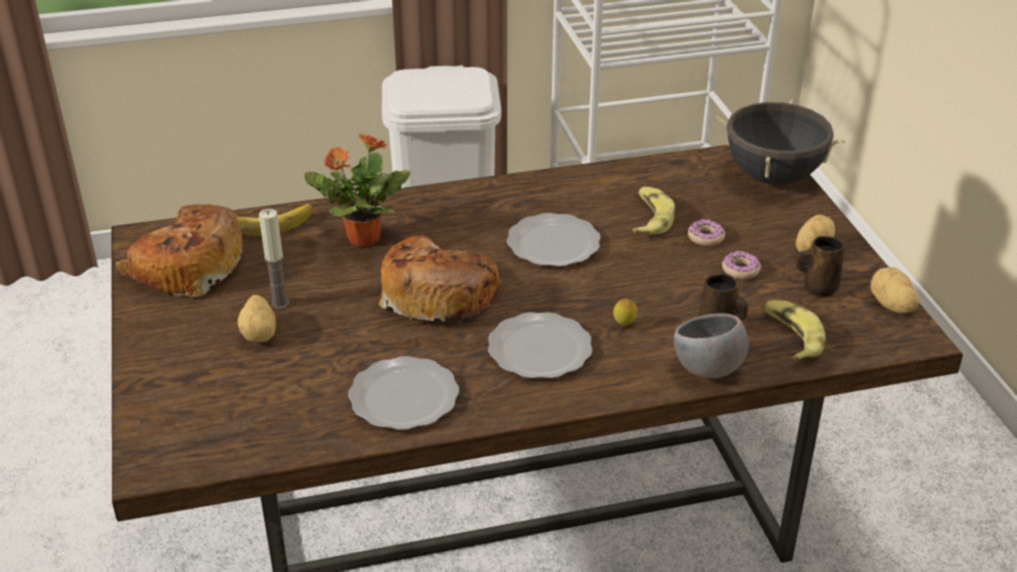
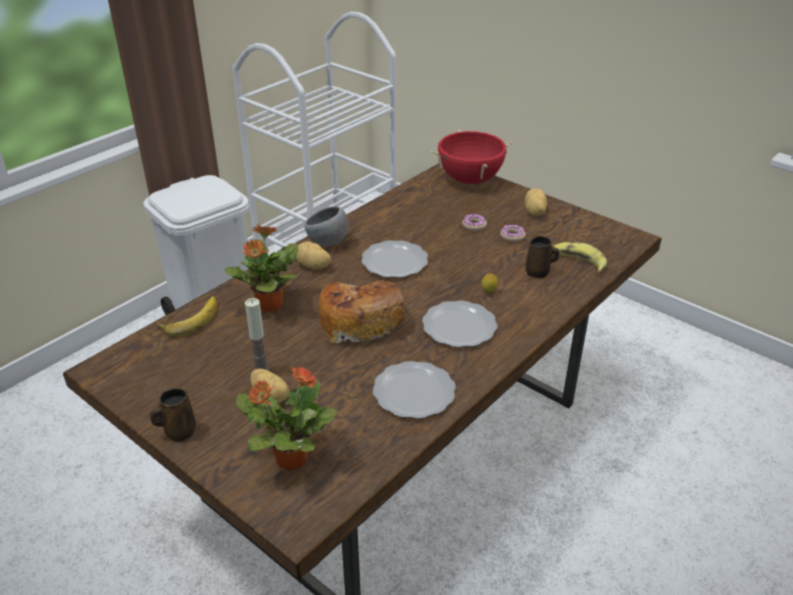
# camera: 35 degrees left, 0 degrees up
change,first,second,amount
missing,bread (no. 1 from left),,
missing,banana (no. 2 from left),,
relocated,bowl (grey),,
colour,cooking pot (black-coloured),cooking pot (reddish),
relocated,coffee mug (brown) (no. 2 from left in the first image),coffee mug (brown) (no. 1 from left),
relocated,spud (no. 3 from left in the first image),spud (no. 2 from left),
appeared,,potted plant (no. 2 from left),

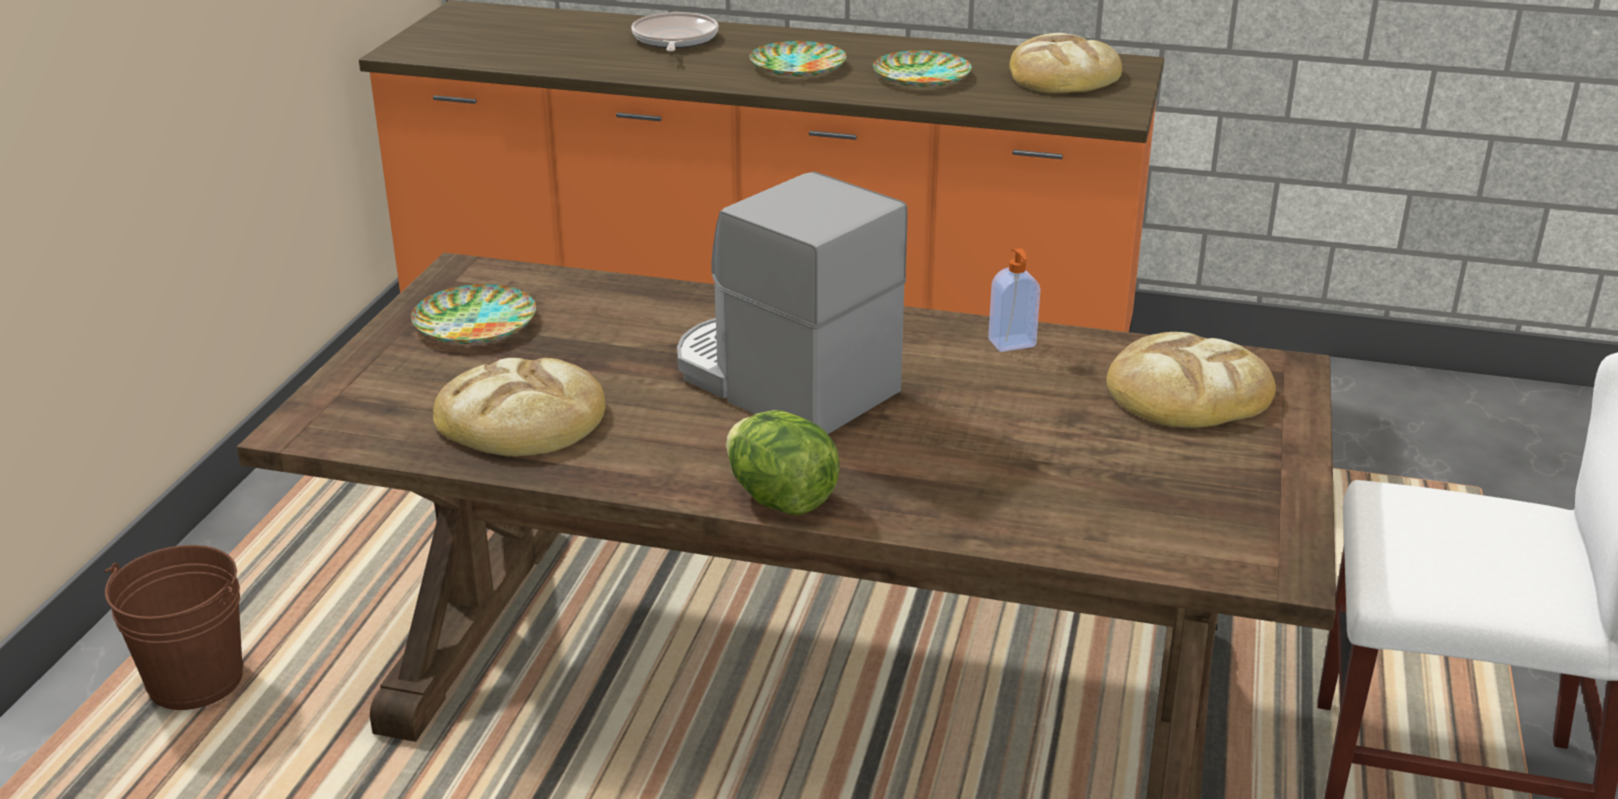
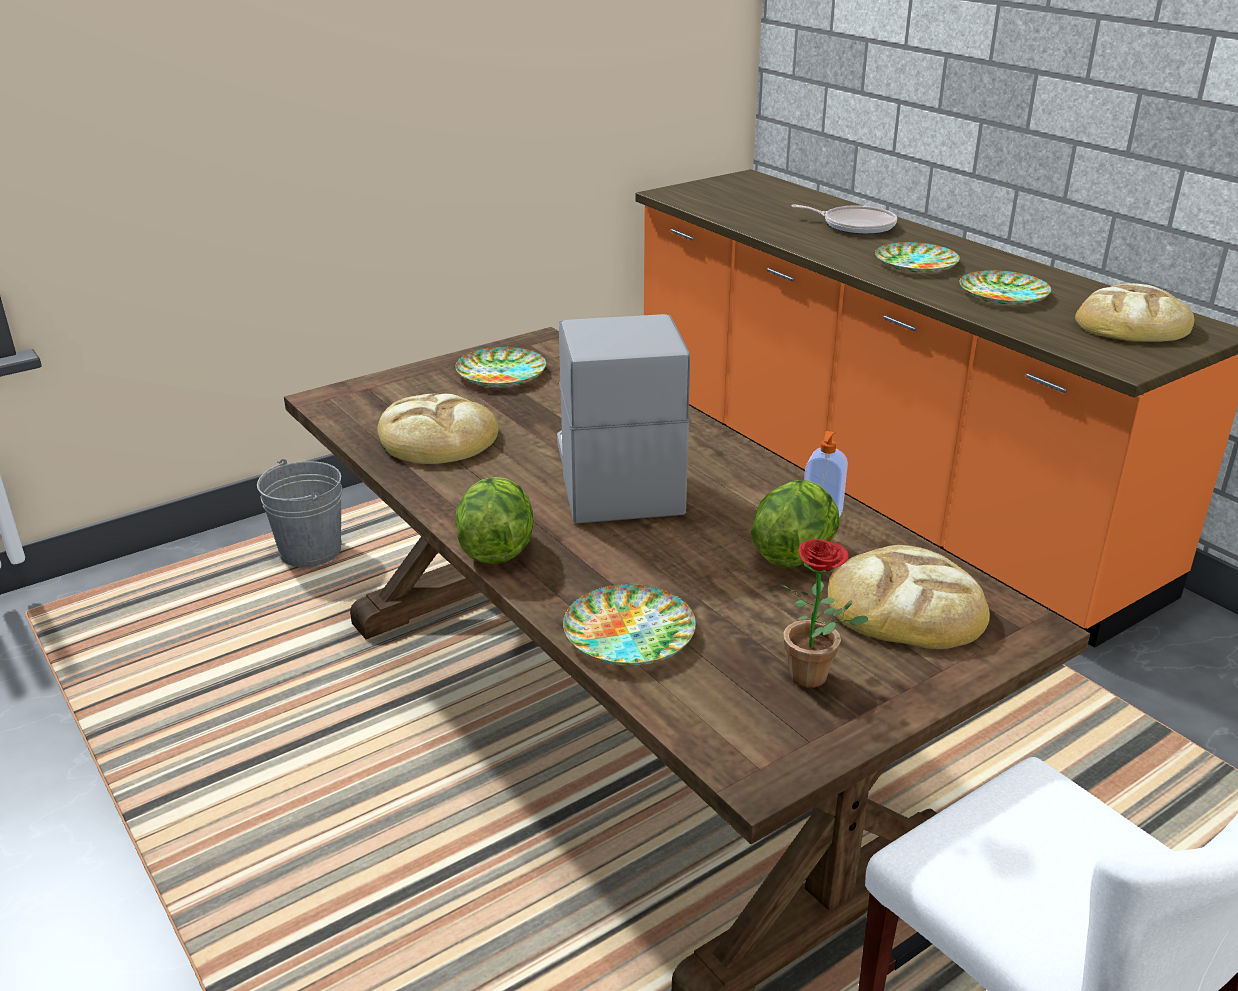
# camera: 40 degrees right, 0 degrees up
change,first,second,amount
colour,bucket (brown),bucket (grey),
spun,skillet,,75 degrees clockwise
appeared,,flat dish (no. 2 from left),
appeared,,head of lettuce (no. 2 from left),
appeared,,potted plant,

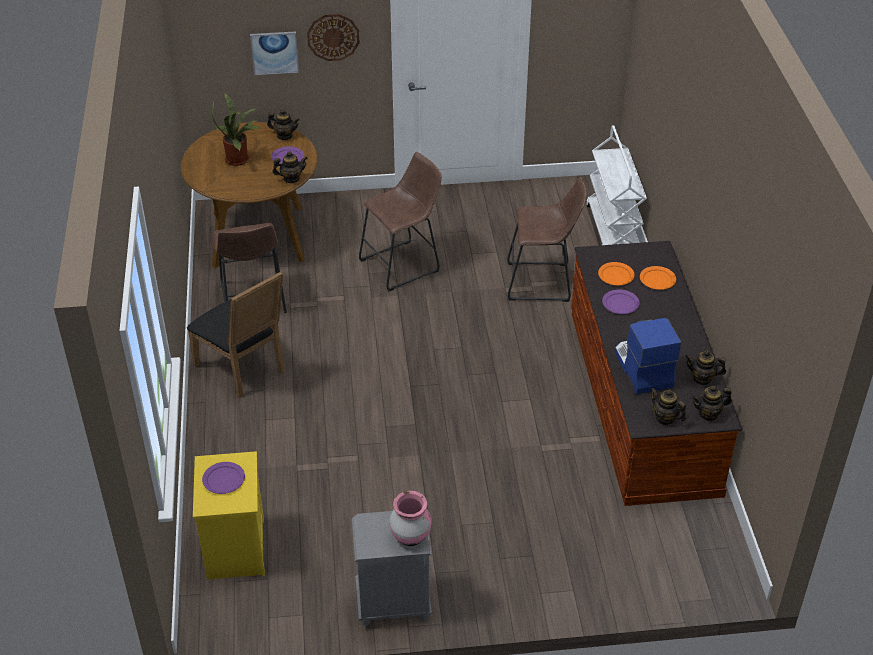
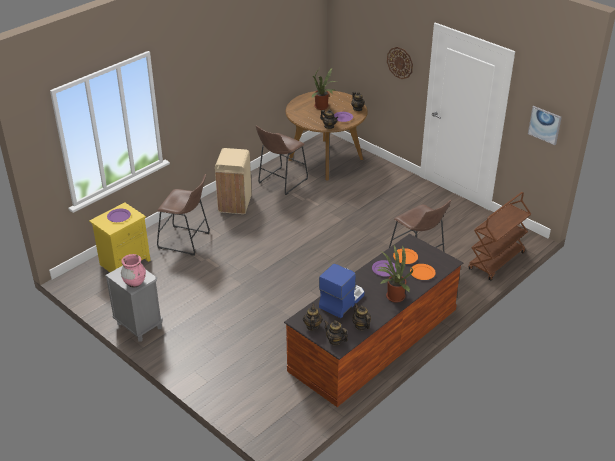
# camera: 50 degrees right, 5 degrees down
change,first,second,amount
exchanged,plain chair (black-coloured),trash can (beige-coloured),
relocated,wall picture,,
relocated,stool seat (brown) (no. 2 from left in the first image),stool seat (brown) (no. 1 from left),
colour,cart (white),cart (brown),
appeared,,potted plant (no. 2 from left),

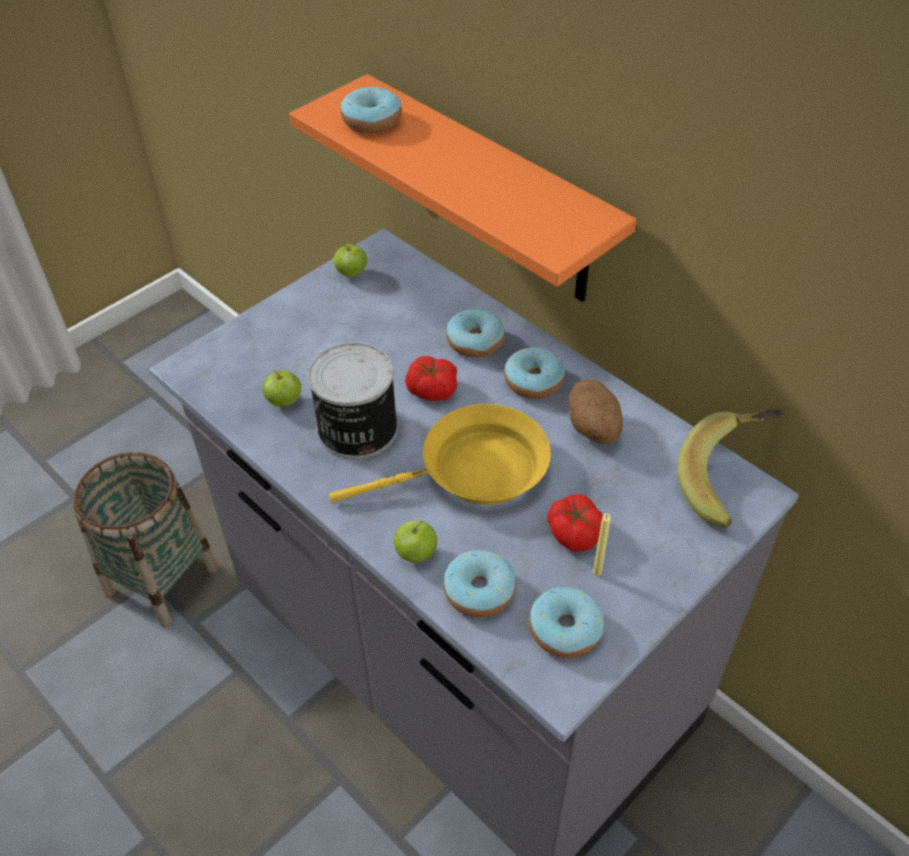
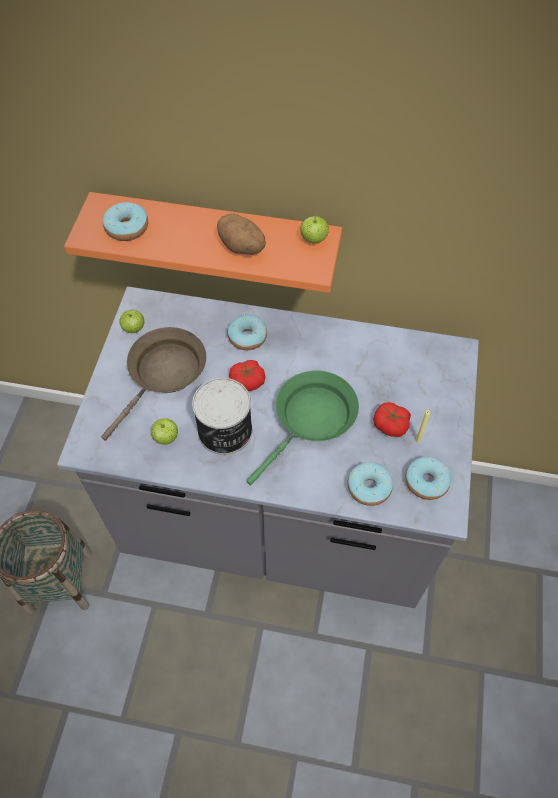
# camera: 35 degrees left, 10 degrees up
change,first,second,amount
colour,skillet (yellow-coloured),skillet (green),
relocated,apple (no. 3 from left),,
missing,donut (no. 4 from left),,
relocated,spud,,
missing,banana,,
appeared,,skillet (brown),

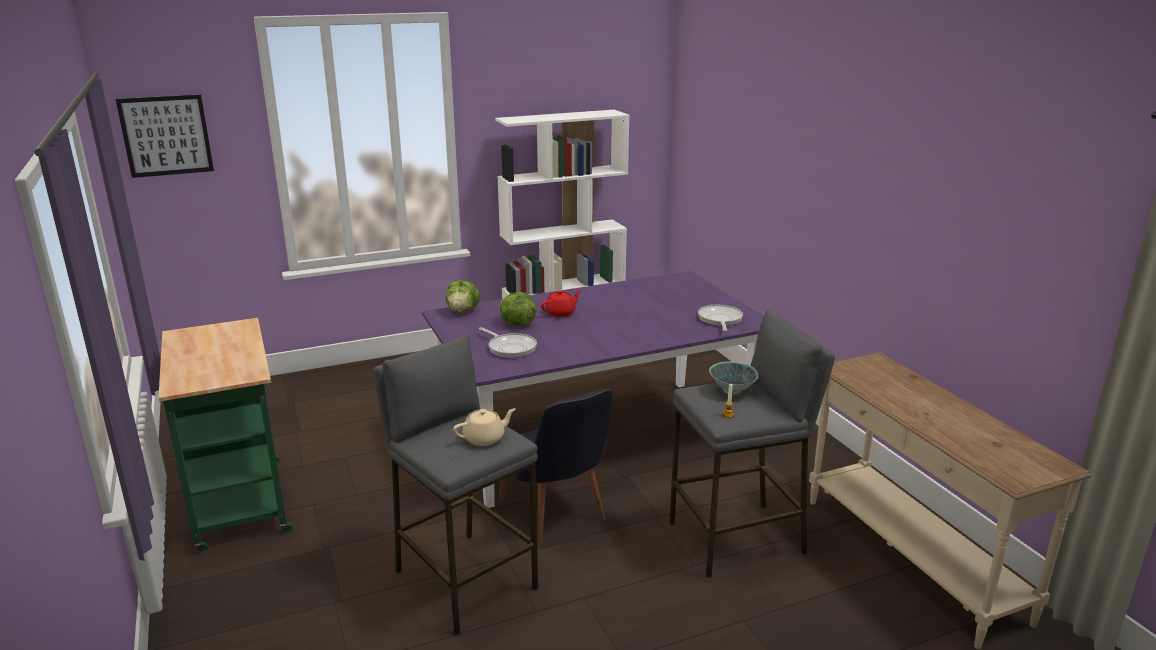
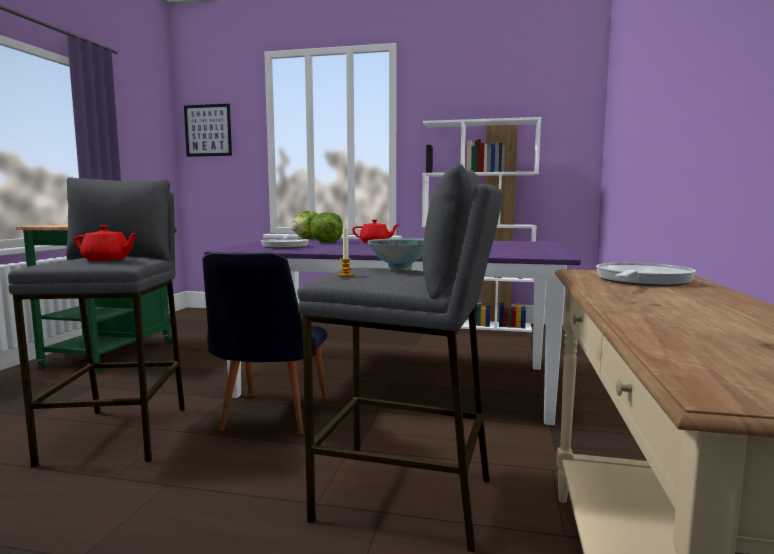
# camera: 35 degrees right, 15 degrees down
change,first,second,amount
colour,pot for tea (beige-coloured),pot for tea (reddish) (no. 1 from left),
relocated,skillet (no. 2 from left),,

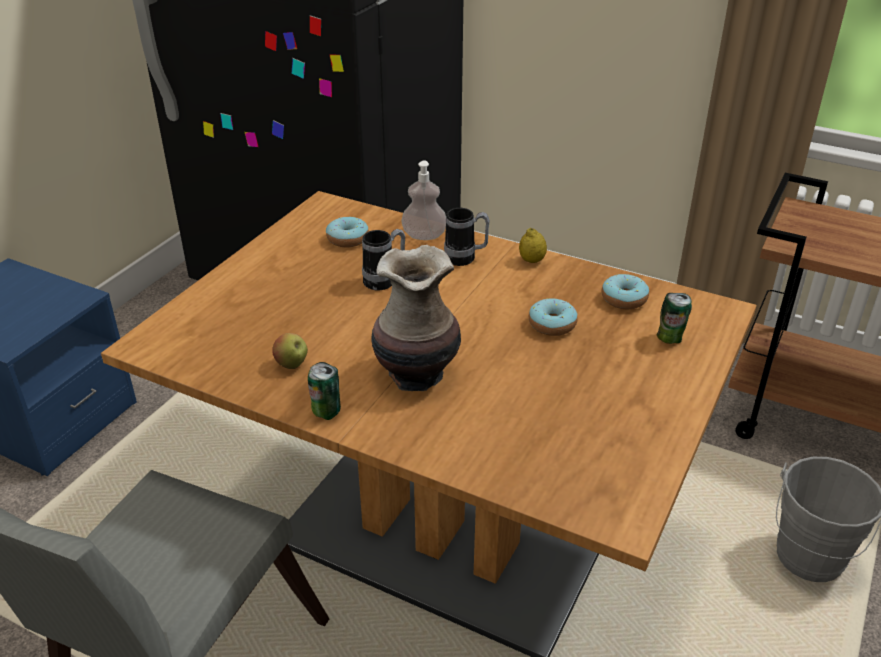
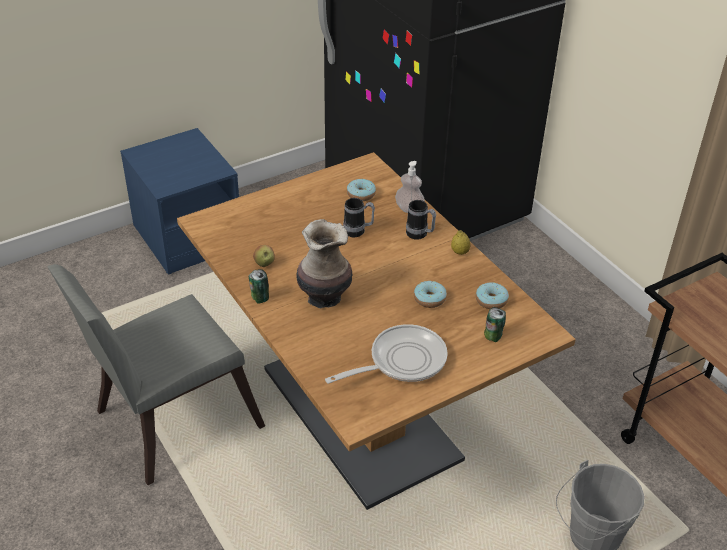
# camera: 30 degrees right, 5 degrees up
change,first,second,amount
appeared,,skillet,

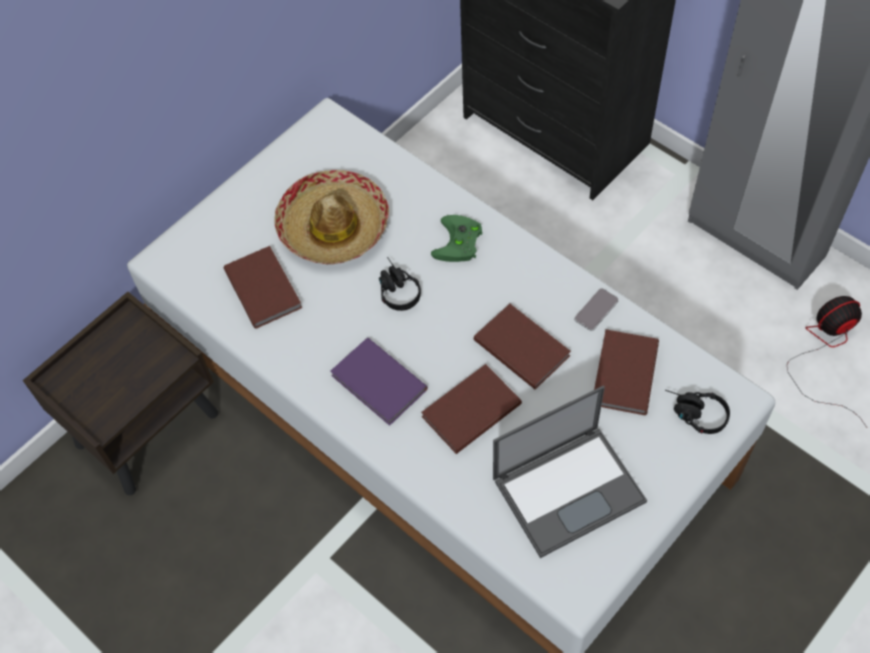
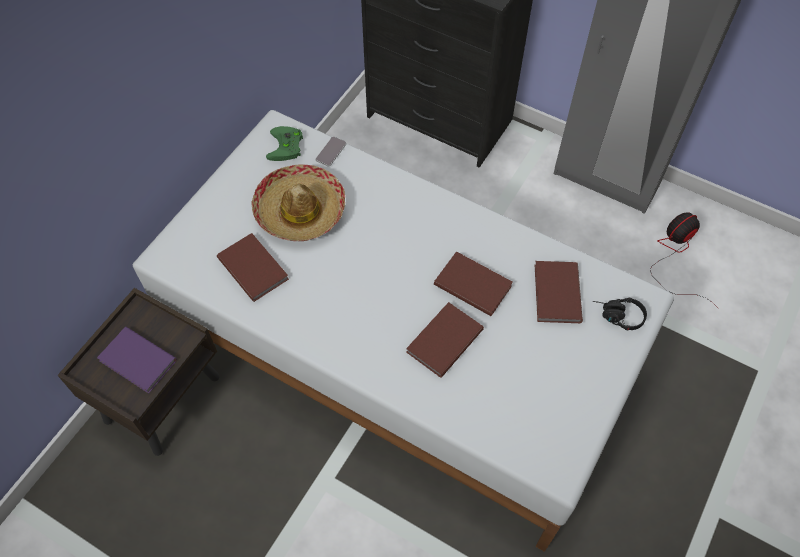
# camera: 15 degrees left, 0 degrees up
change,first,second,amount
relocated,volume (purple-coloured),,
missing,pair of headphones (black-coloured) (no. 1 from left),,
relocated,game controller (green),,
missing,notebook computer,,
relocated,telephone,,

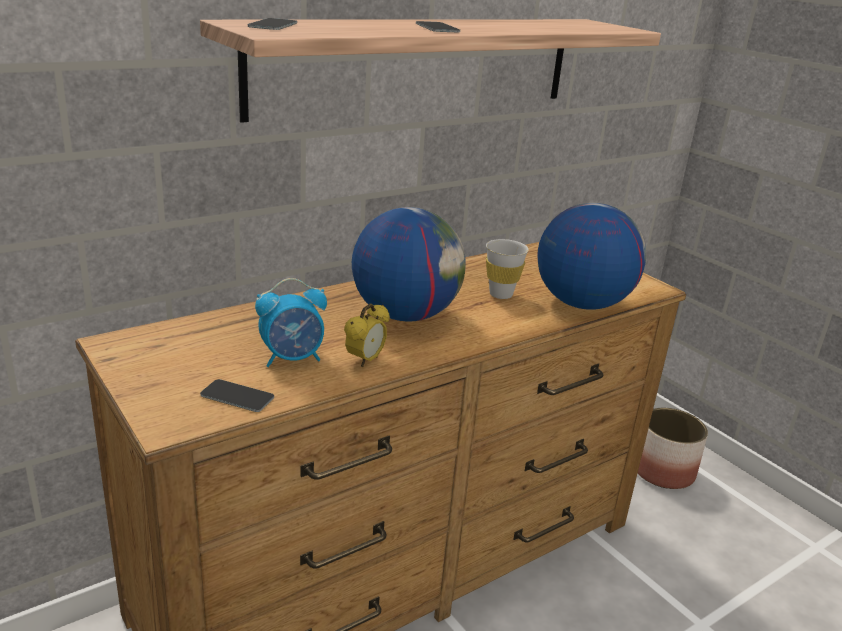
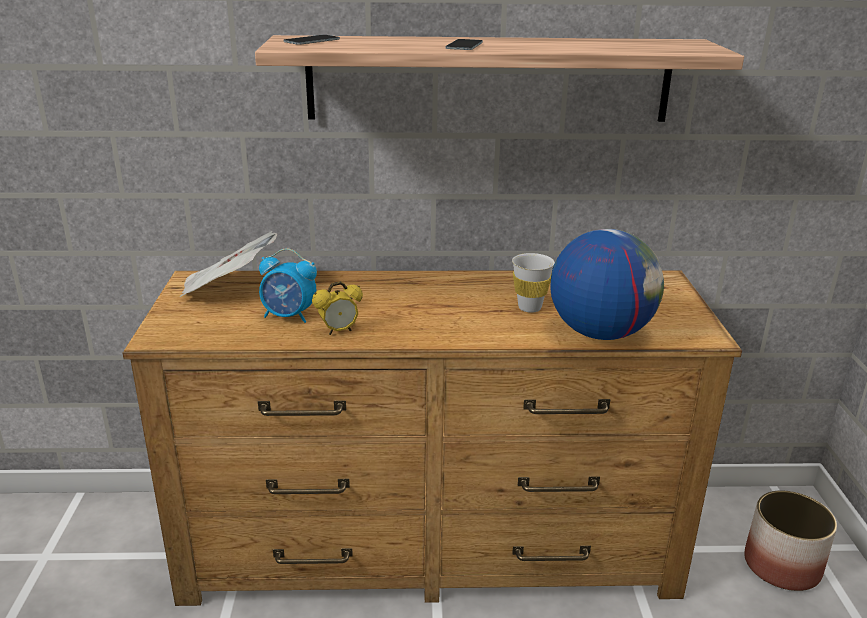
# camera: 35 degrees right, 0 degrees up
change,first,second,amount
missing,telephone (no. 1 from left),,
missing,world globe (no. 1 from left),,
appeared,,daily paper,

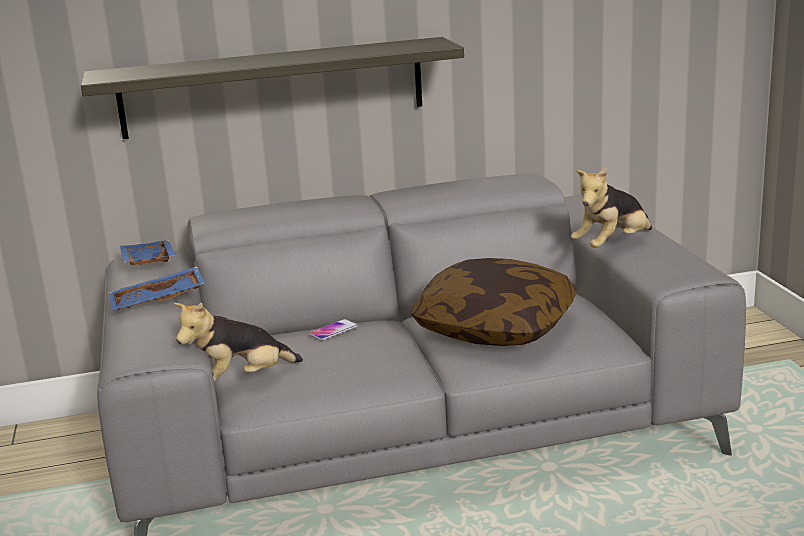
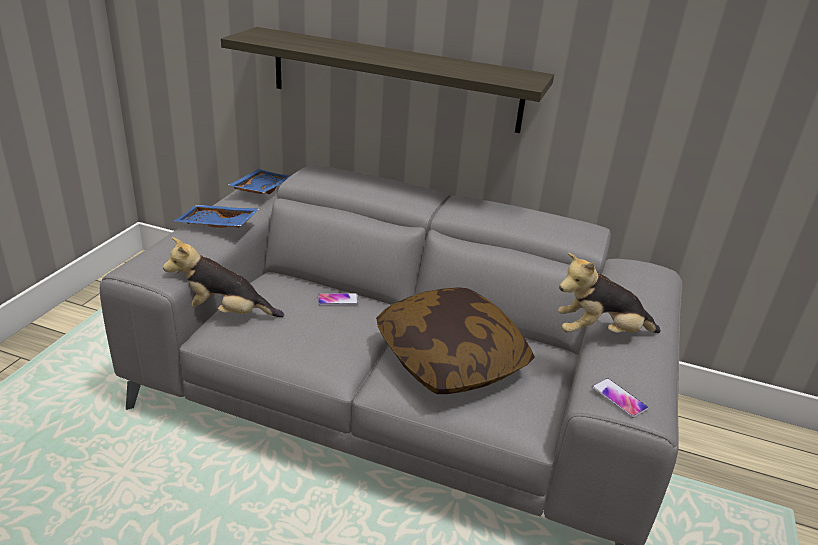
# camera: 30 degrees right, 10 degrees up
change,first,second,amount
appeared,,telephone (no. 2 from left),

